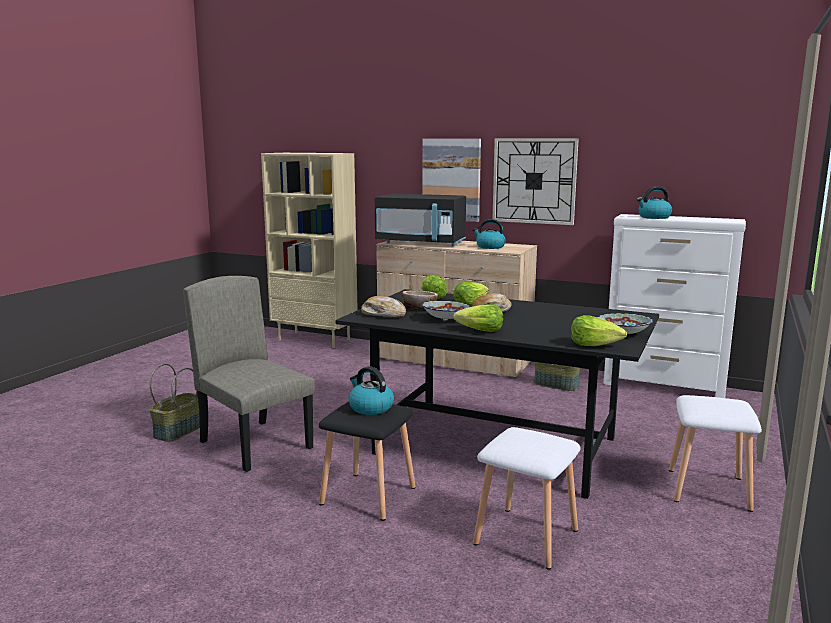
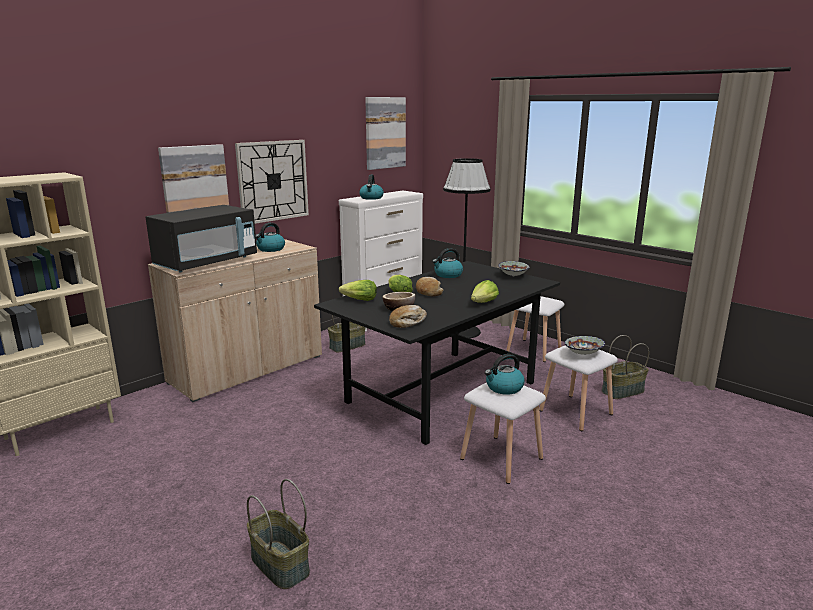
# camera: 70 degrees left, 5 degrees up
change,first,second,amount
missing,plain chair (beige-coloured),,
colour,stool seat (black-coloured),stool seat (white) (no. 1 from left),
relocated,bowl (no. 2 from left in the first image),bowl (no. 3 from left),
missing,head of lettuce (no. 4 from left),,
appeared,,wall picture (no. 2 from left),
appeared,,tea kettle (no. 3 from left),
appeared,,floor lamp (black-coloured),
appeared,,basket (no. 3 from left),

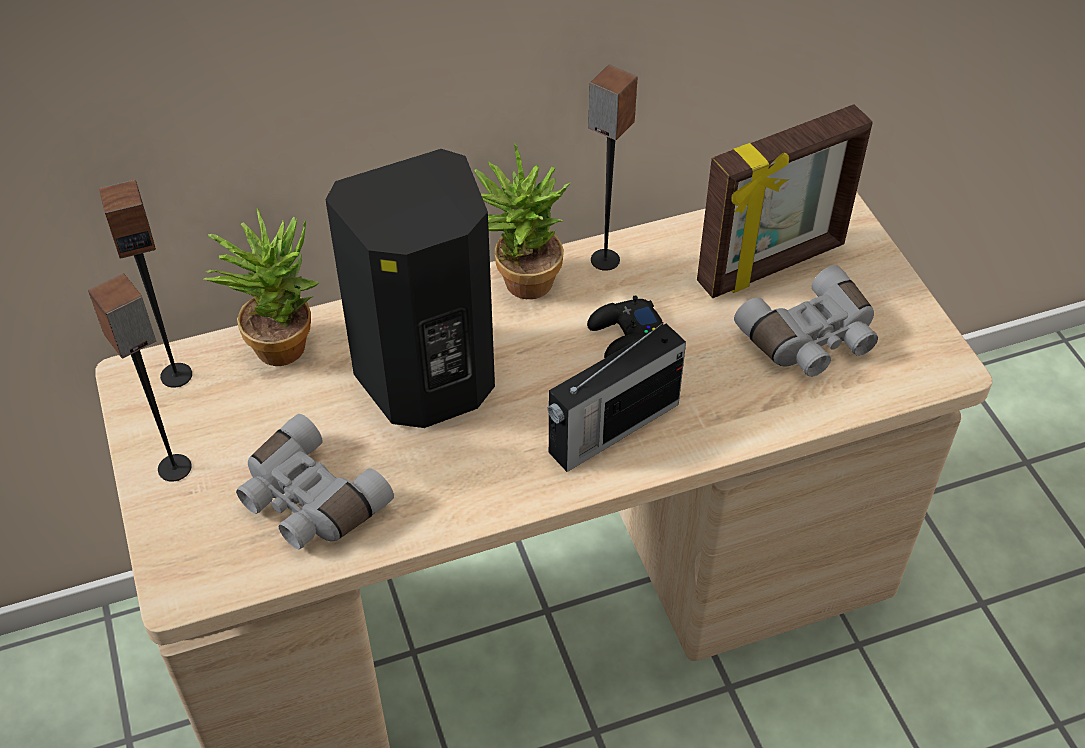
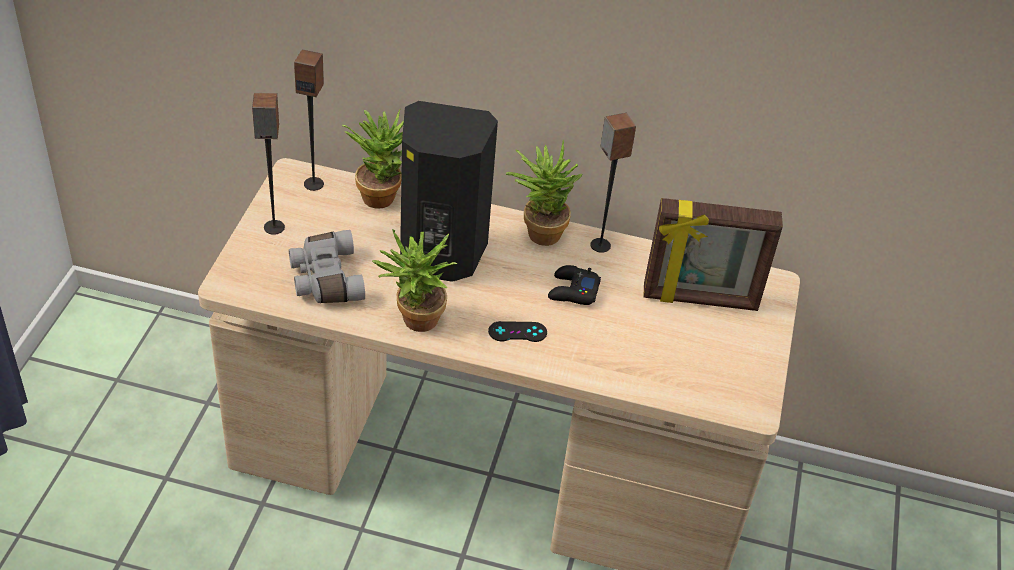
# camera: 30 degrees right, 5 degrees down
change,first,second,amount
exchanged,radio,game controller (black-coloured) (no. 1 from left),
missing,binoculars (grey) (no. 2 from left),,
appeared,,potted plant (no. 2 from left),

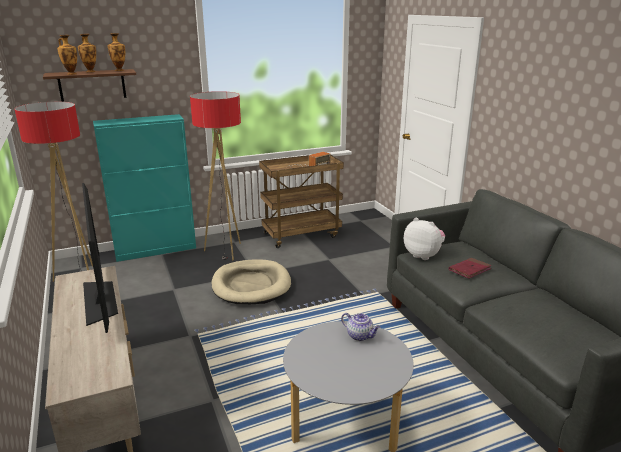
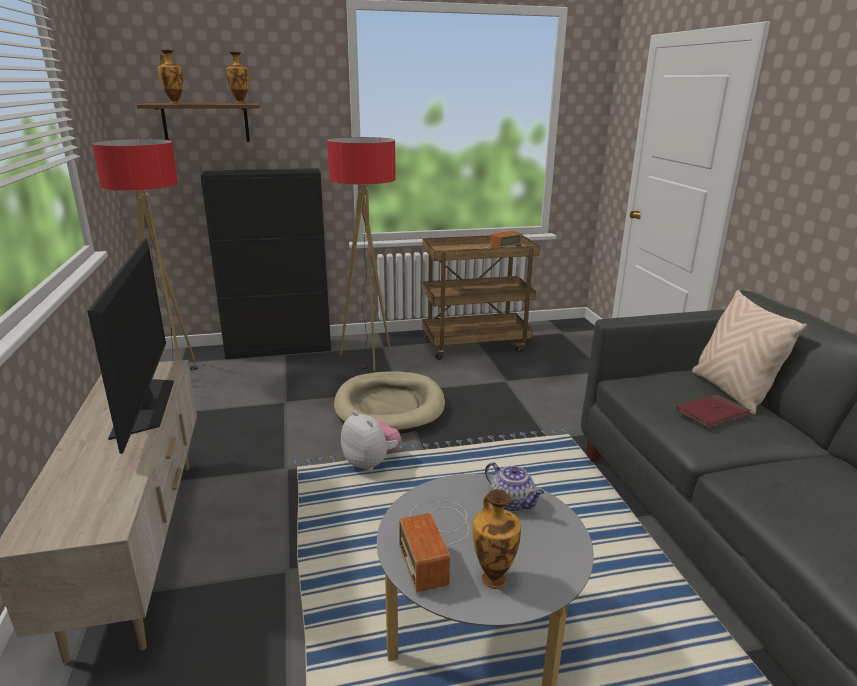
# camera: 10 degrees right, 0 degrees up
change,first,second,amount
relocated,flower vase (no. 2 from left in the first image),flower vase (no. 3 from left),
colour,cabinet (turquoise-coloured),cabinet (black-coloured),
relocated,plush toy,,
appeared,,radio (no. 1 from left),
appeared,,pillow (beige-coloured),

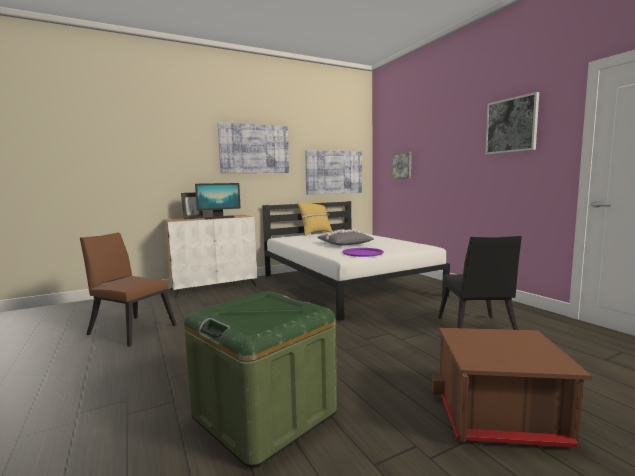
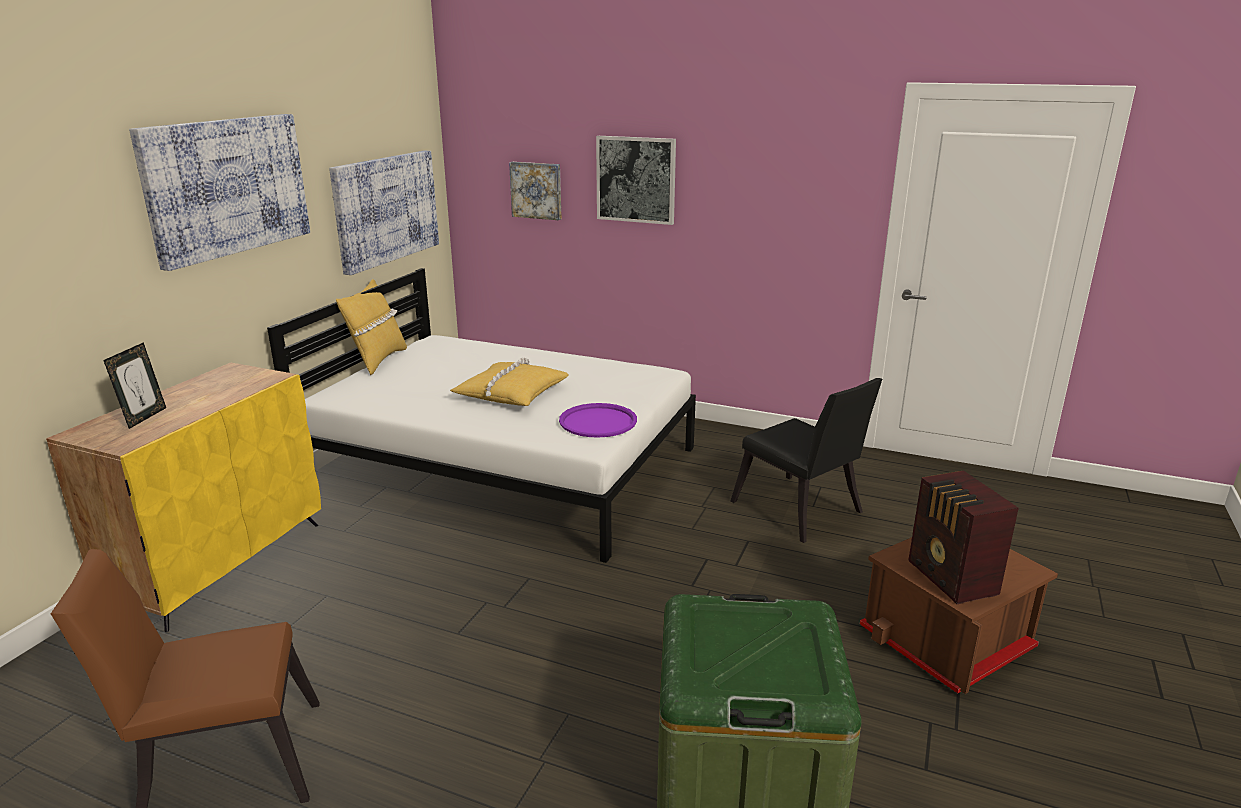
# camera: 40 degrees left, 15 degrees up
change,first,second,amount
colour,cabinet (white),cabinet (yellow-coloured),
missing,computer screen,,
colour,pillow (grey),pillow (yellow-coloured) (no. 2 from left),
relocated,wall picture (no. 4 from left),,
appeared,,radio,

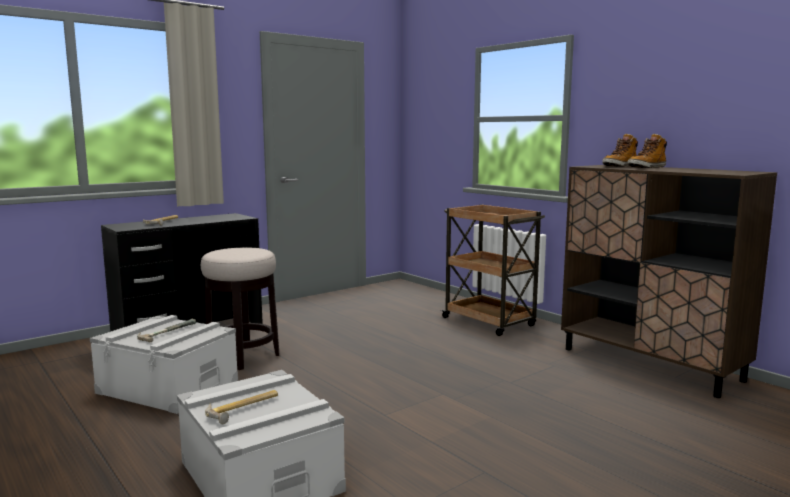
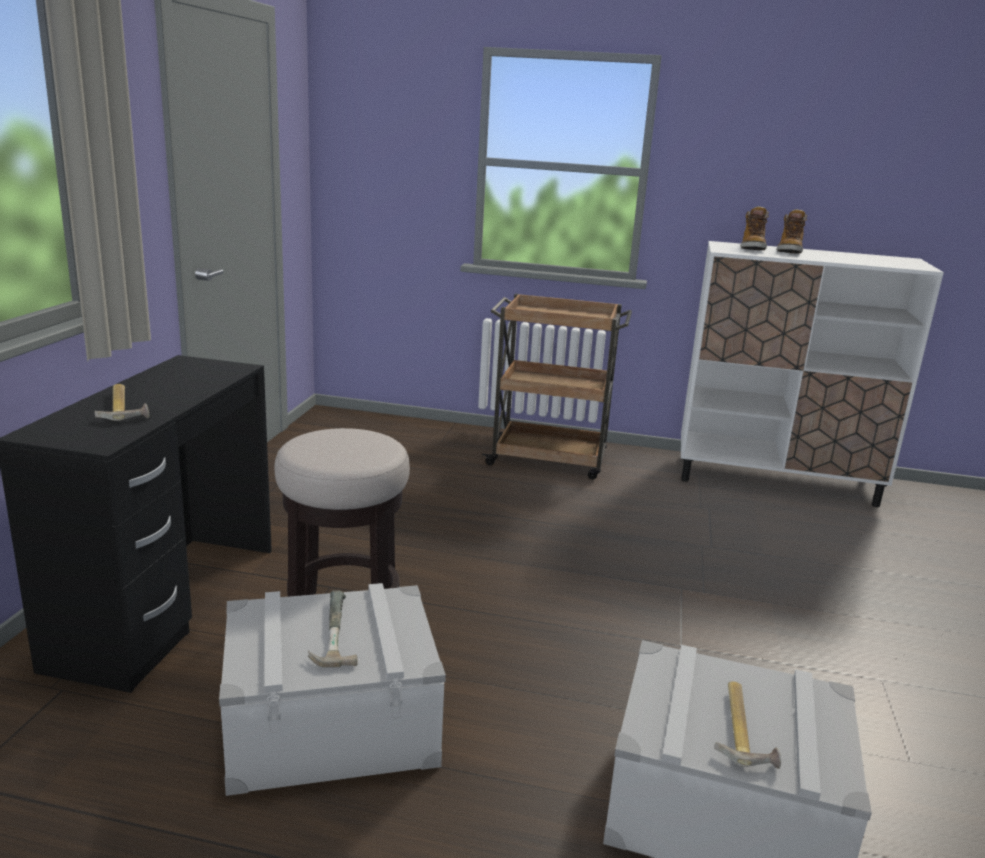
# camera: 40 degrees left, 10 degrees up
change,first,second,amount
colour,cabinet (brown),cabinet (white),

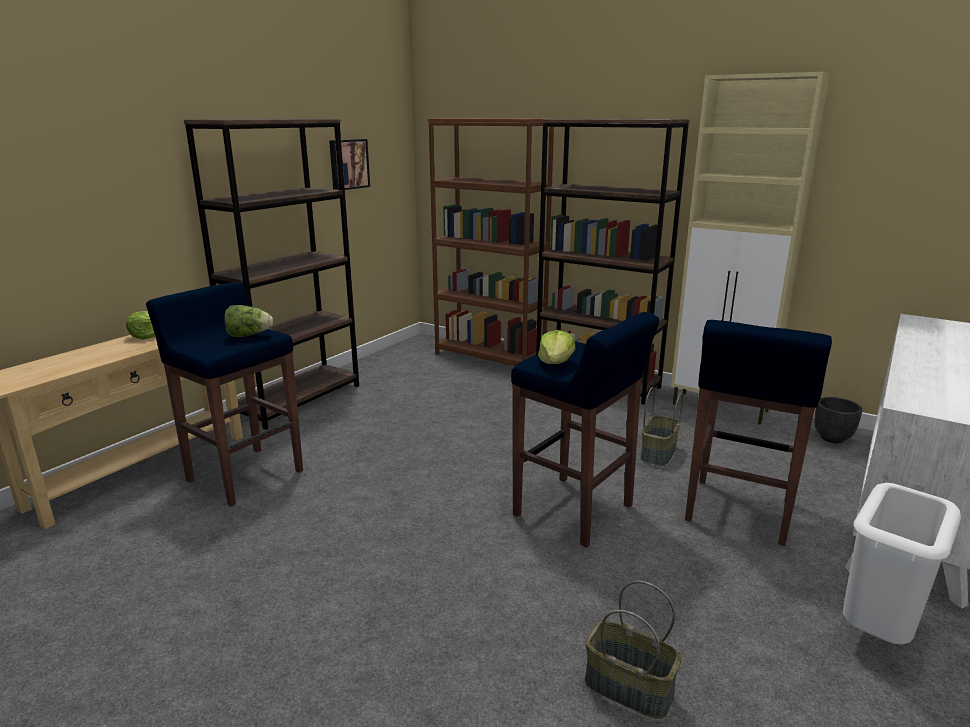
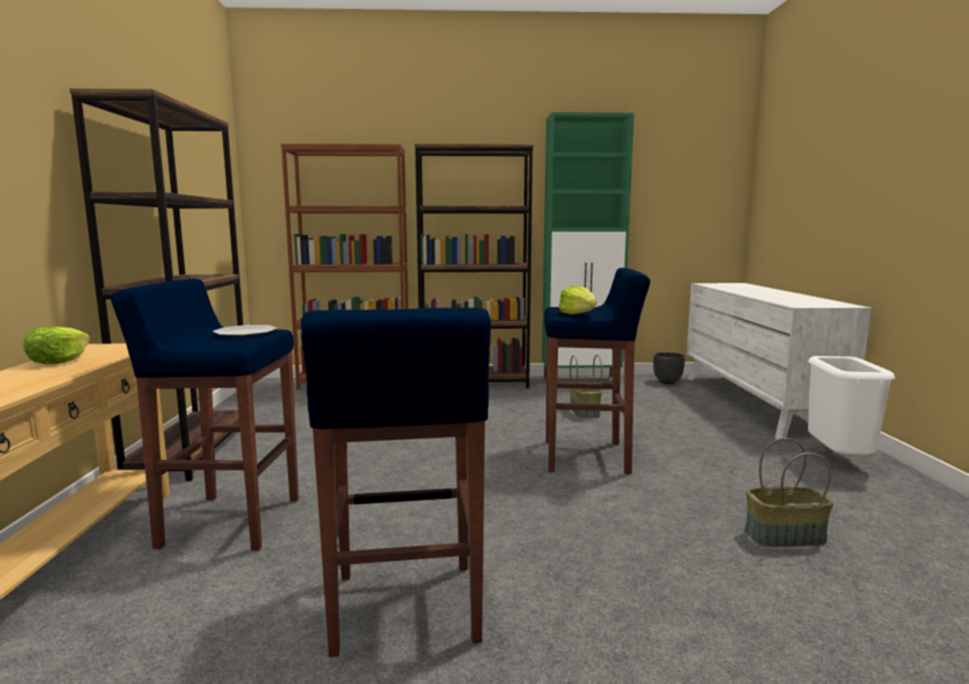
# camera: 35 degrees left, 10 degrees down
change,first,second,amount
exchanged,head of lettuce (no. 2 from left),flat dish,
missing,wall picture,,
colour,cabinet (beige-coloured),cabinet (green),
relocated,stool seat (blue) (no. 3 from left in the first image),stool seat (blue) (no. 2 from left),

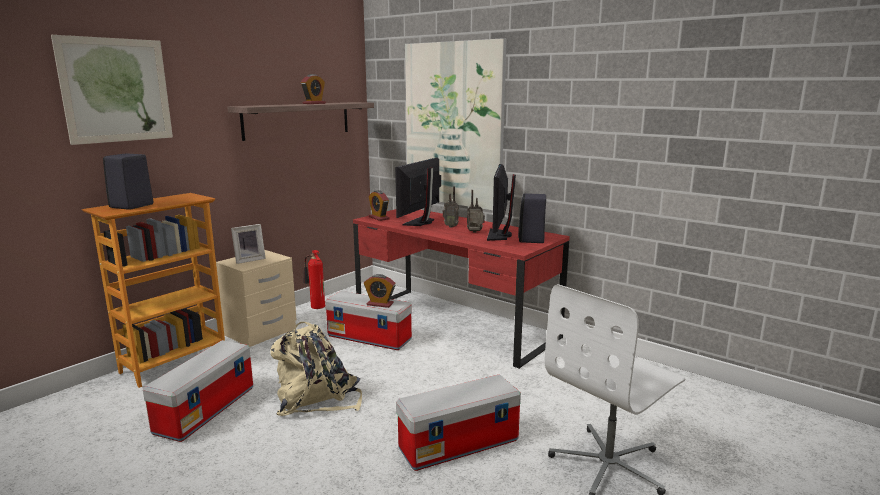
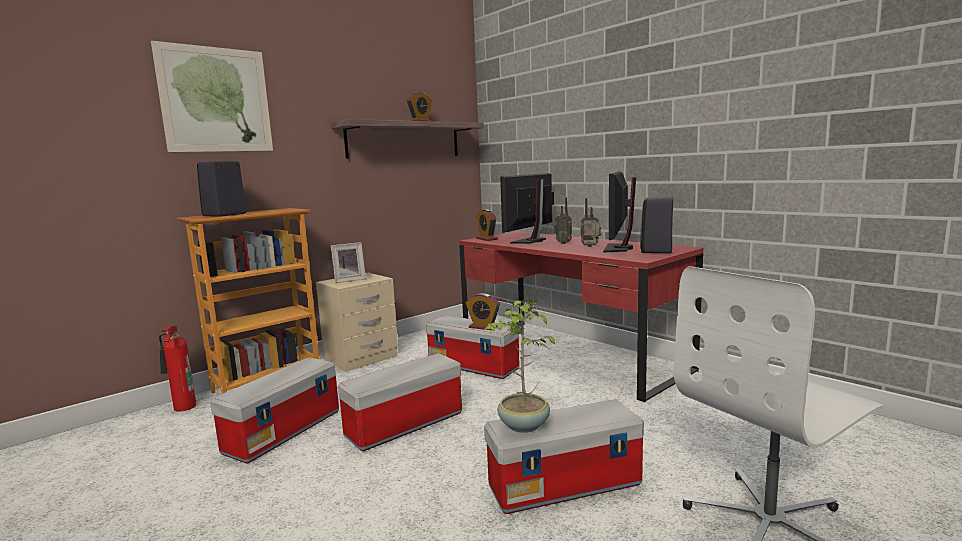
# camera: 10 degrees right, 5 degrees down
change,first,second,amount
exchanged,backpack (beige-coloured),storage container (no. 2 from left),
relocated,fire-fighting cylinder,,
missing,wall picture (no. 2 from left),,
appeared,,potted plant,

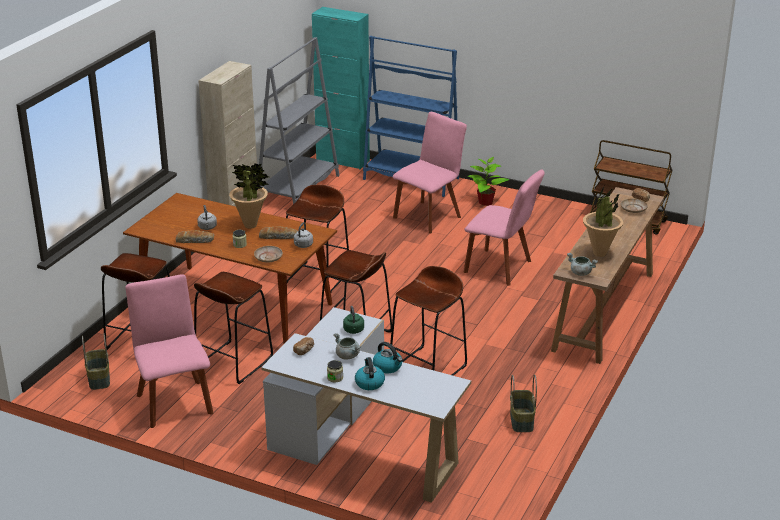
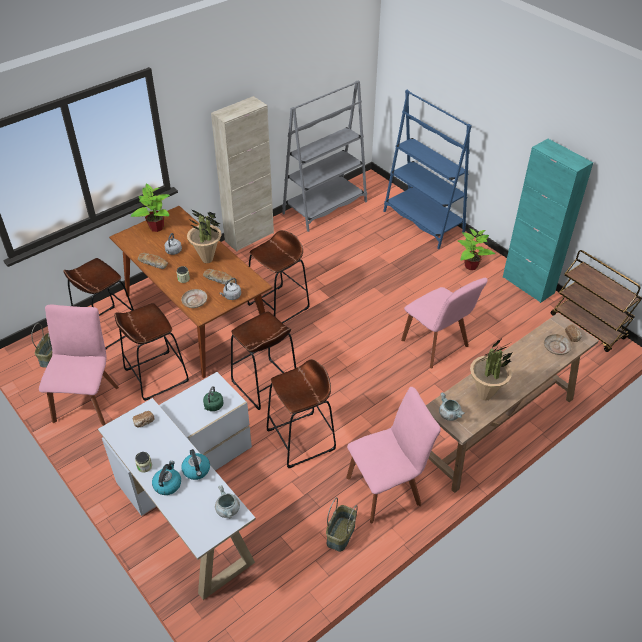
# camera: 25 degrees right, 15 degrees up
change,first,second,amount
relocated,cabinet (turquoise-coloured),,
relocated,cooking pot (grey) (no. 1 from left),,
relocated,plain chair (pink-coloured) (no. 2 from left),,
appeared,,potted plant (no. 1 from left),

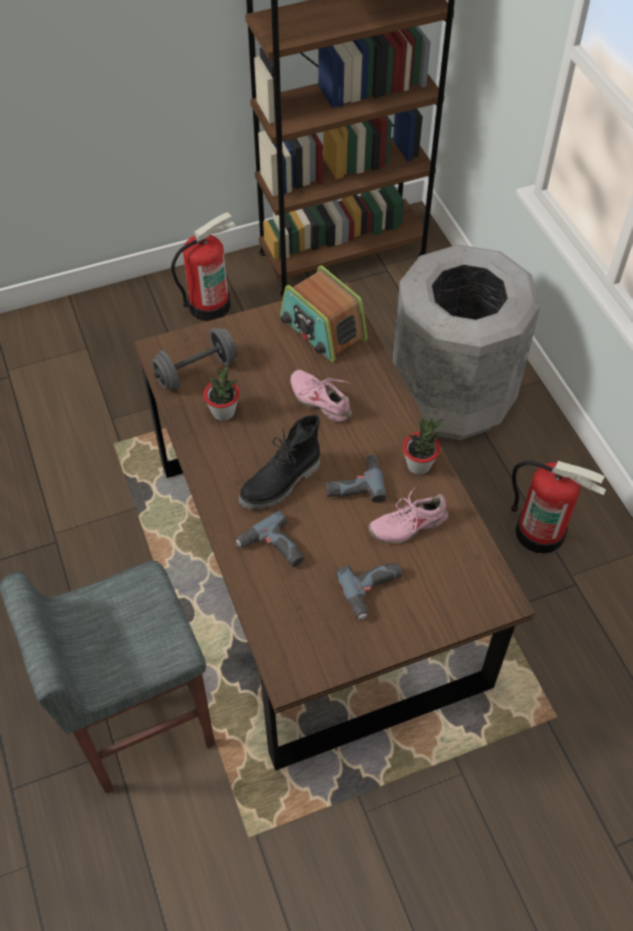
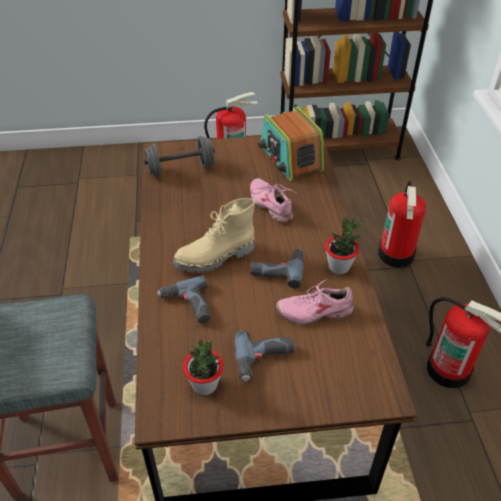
# camera: 15 degrees right, 10 degrees down
change,first,second,amount
relocated,potted plant (no. 1 from left),,
colour,high-top boot (black-coloured),high-top boot (beige-coloured),
exchanged,trash can (grey),fire-fighting cylinder (no. 2 from left),

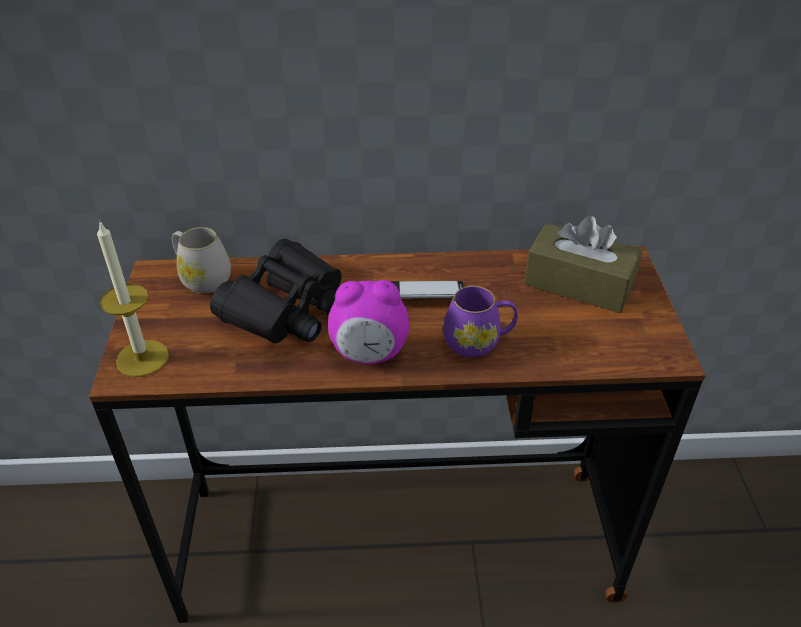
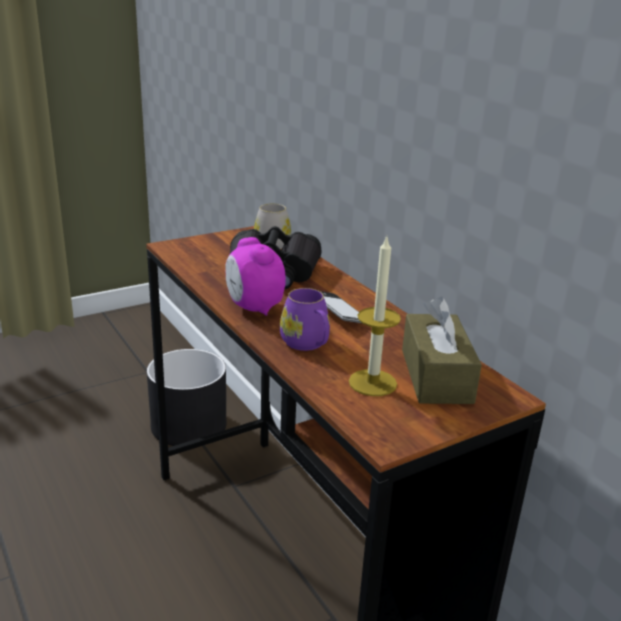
# camera: 60 degrees right, 15 degrees down
change,first,second,amount
relocated,wax candle,,
appeared,,plant pot (black-coloured),

